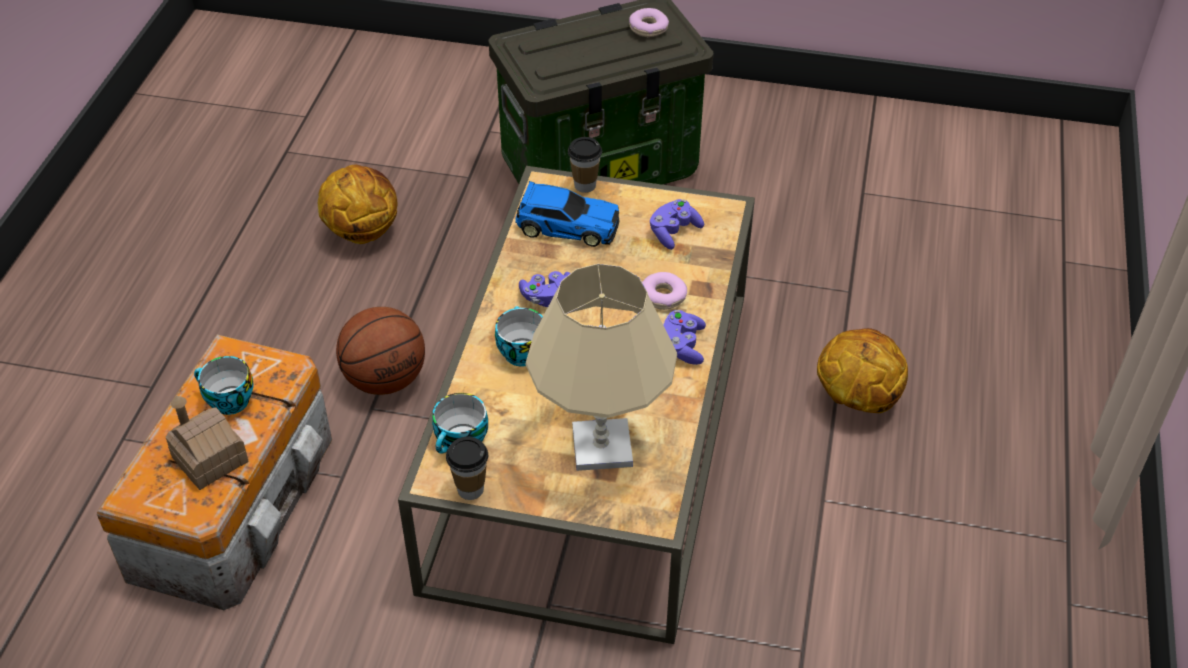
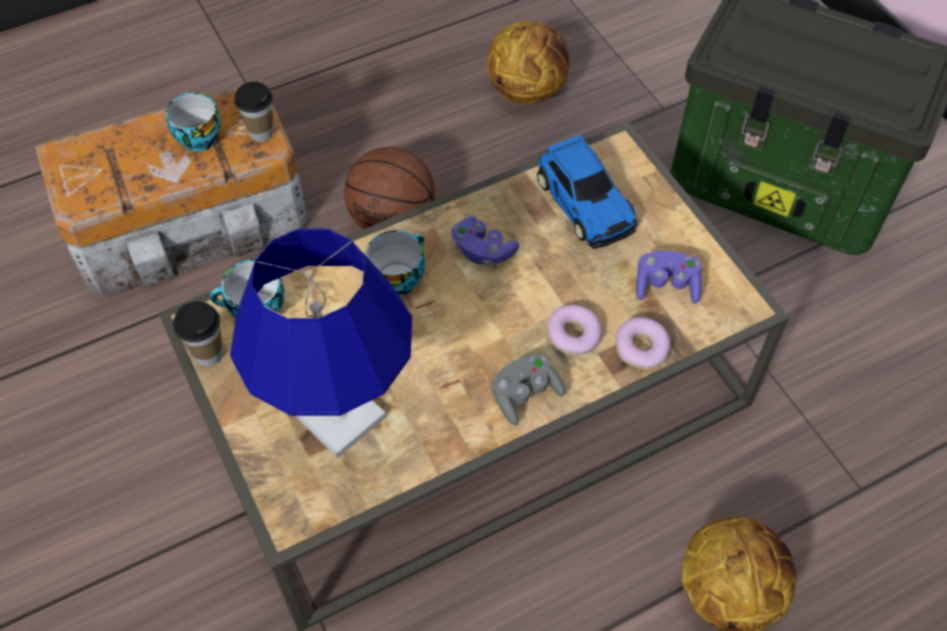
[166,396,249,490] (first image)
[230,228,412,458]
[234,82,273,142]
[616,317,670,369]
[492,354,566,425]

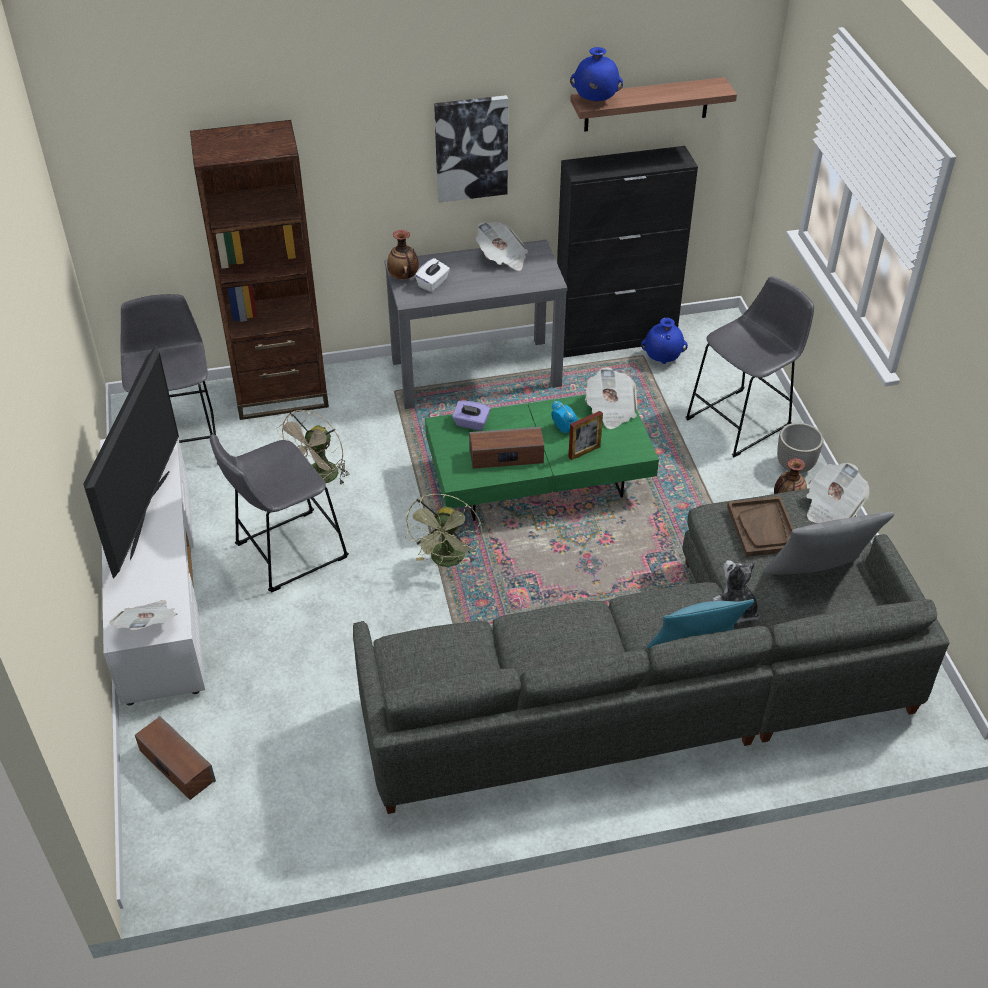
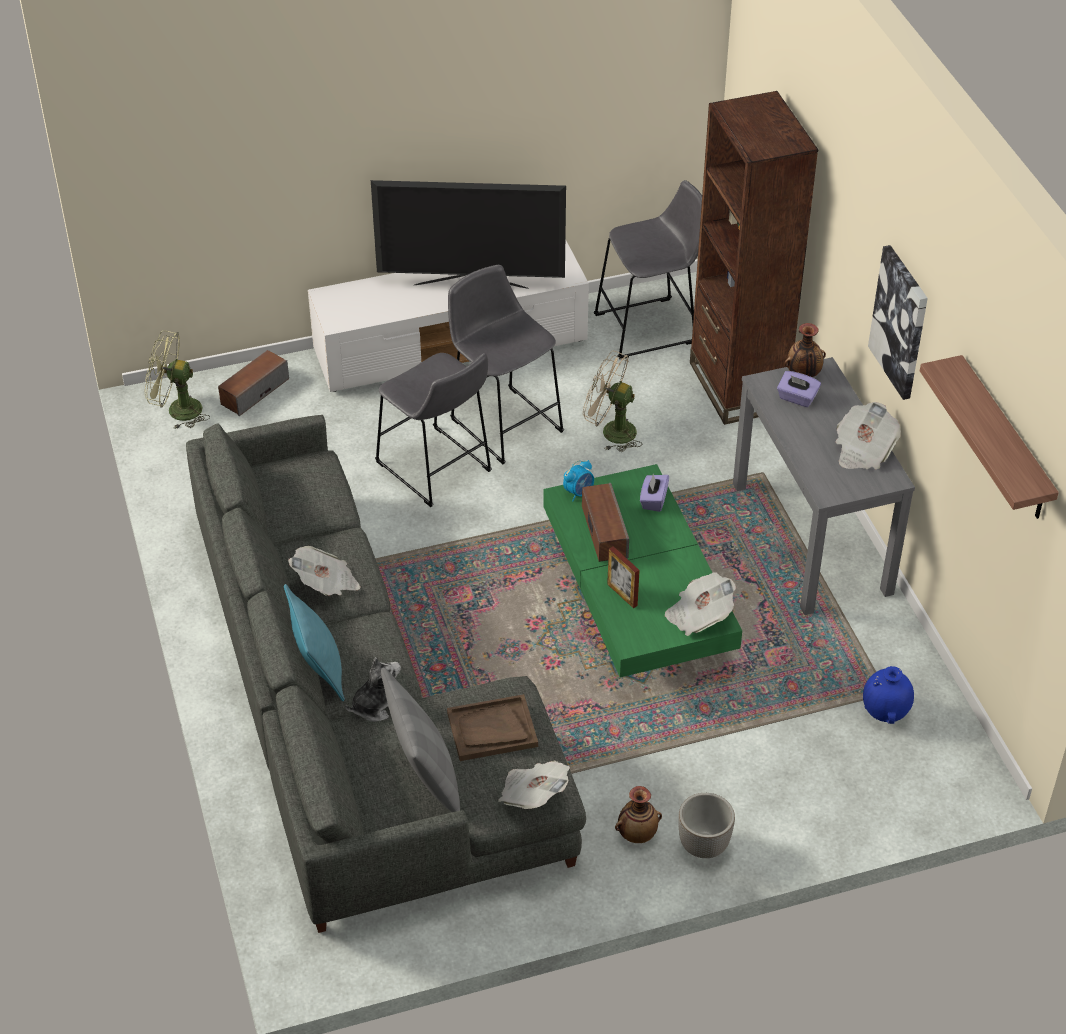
[288,546,361,596]
[145,330,210,429]
[777,371,821,407]
[563,460,594,501]
[557,146,698,358] (first image)
[570,47,623,101] (first image)
[375,353,492,507]

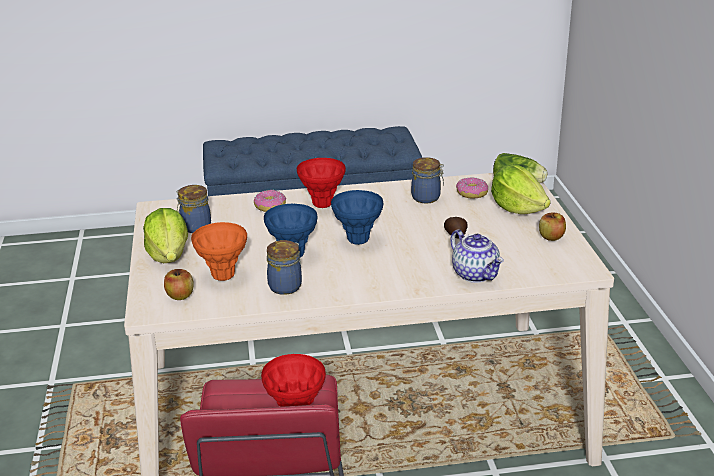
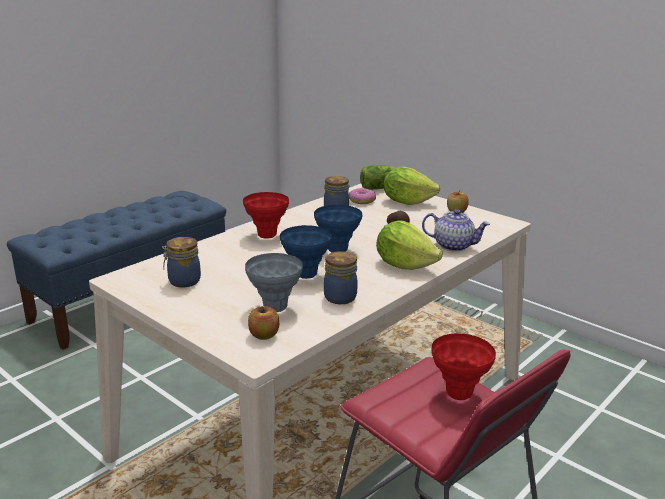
[376,221,443,270]
[245,253,303,312]
[254,190,286,212] (first image)

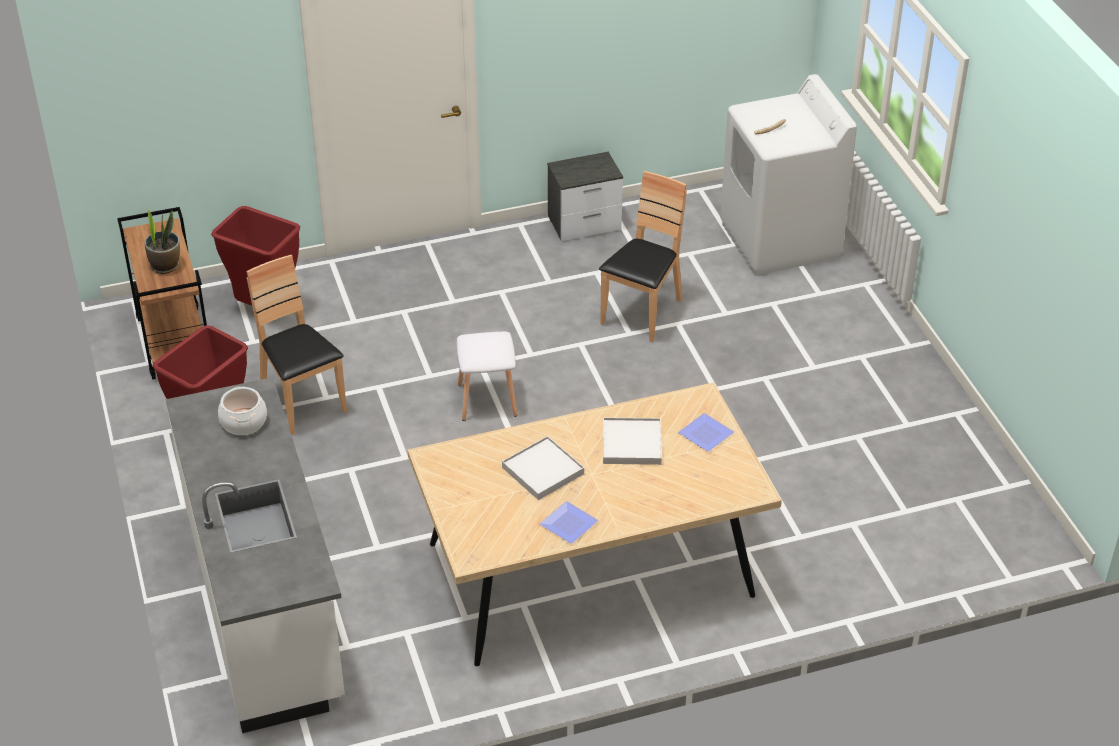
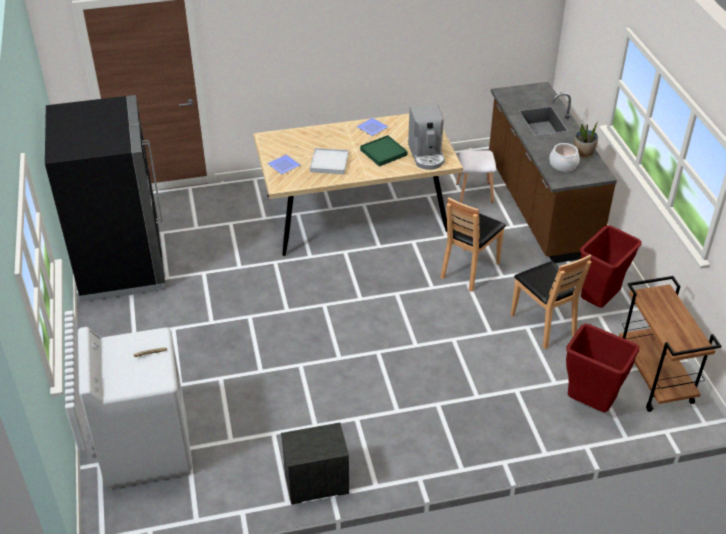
[574,121,599,158]
[489,82,617,263]
[456,150,496,203]
[360,135,407,167]
[440,197,506,292]
[45,95,165,302]
[408,105,445,170]

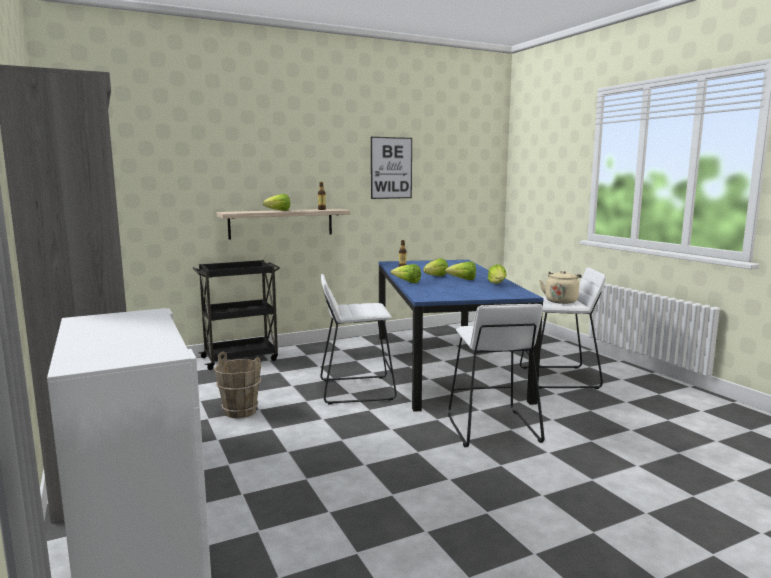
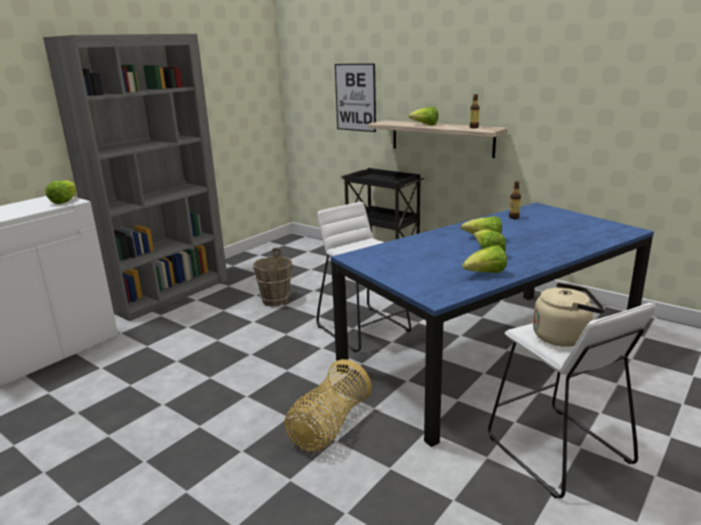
[335,64,376,132]
[46,180,76,204]
[284,359,372,452]

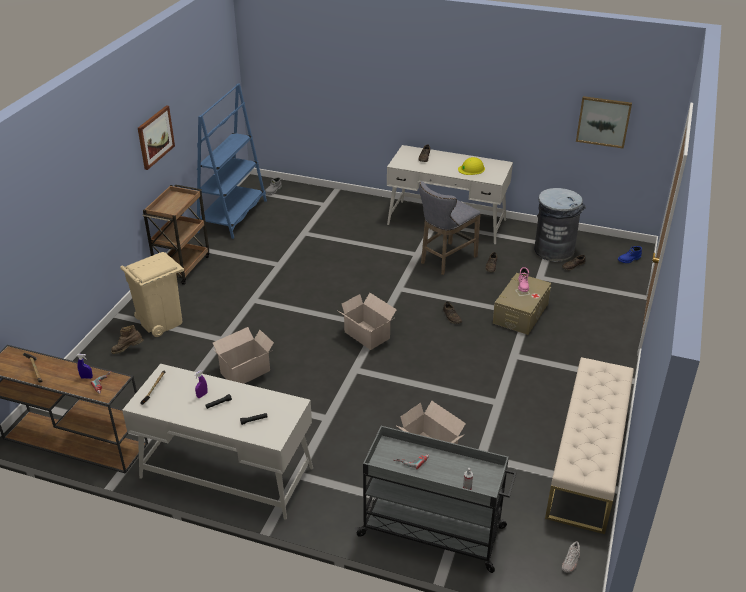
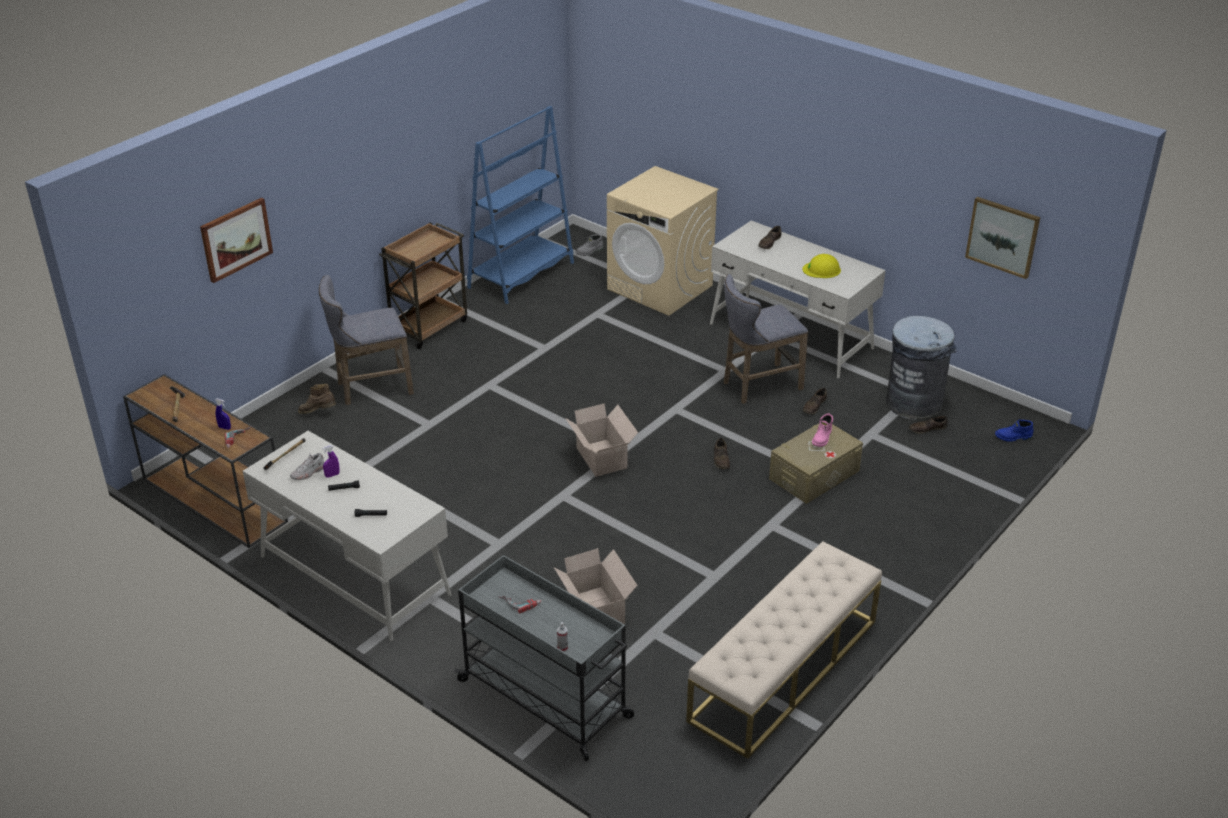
[319,275,414,405]
[200,198,273,283]
[213,327,274,384] (first image)
[290,453,324,480]
[607,166,719,316]

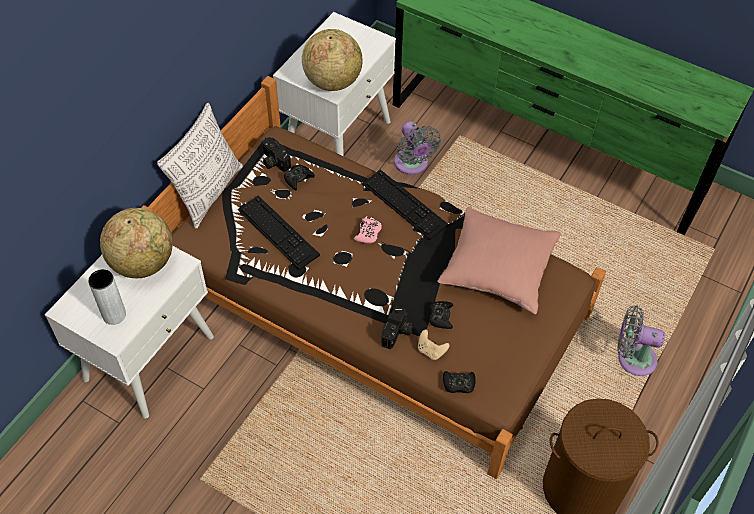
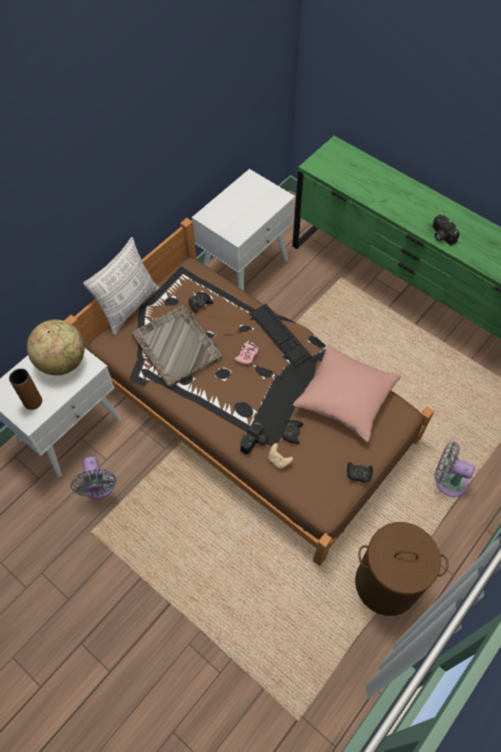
[9,368,42,410]
[131,305,222,388]
[432,215,460,245]
[302,29,363,91] (first image)
[70,456,117,499]
[347,462,373,483]

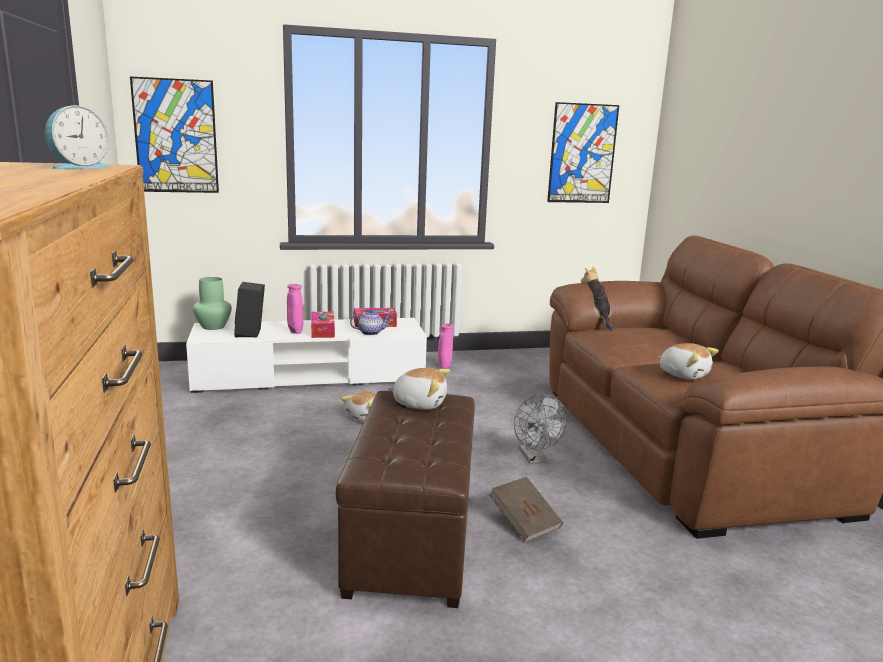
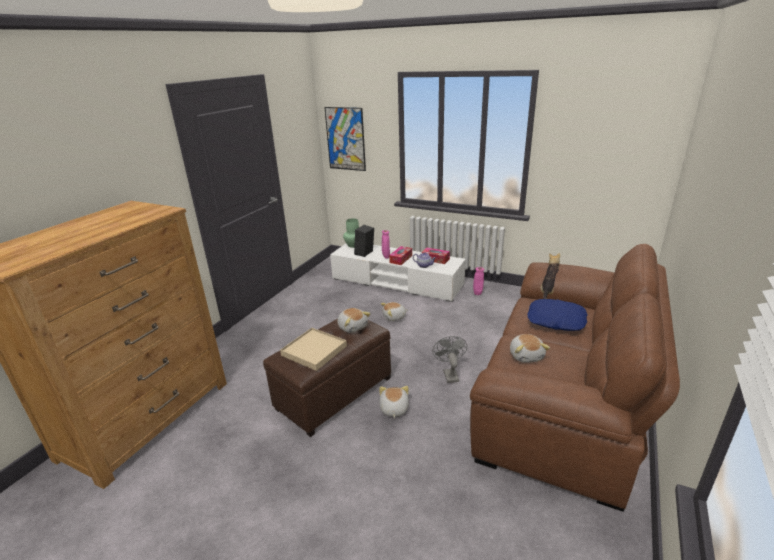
[45,105,109,169] (first image)
[379,386,409,418]
[433,336,467,383]
[547,102,619,203] (first image)
[280,328,347,371]
[527,299,587,331]

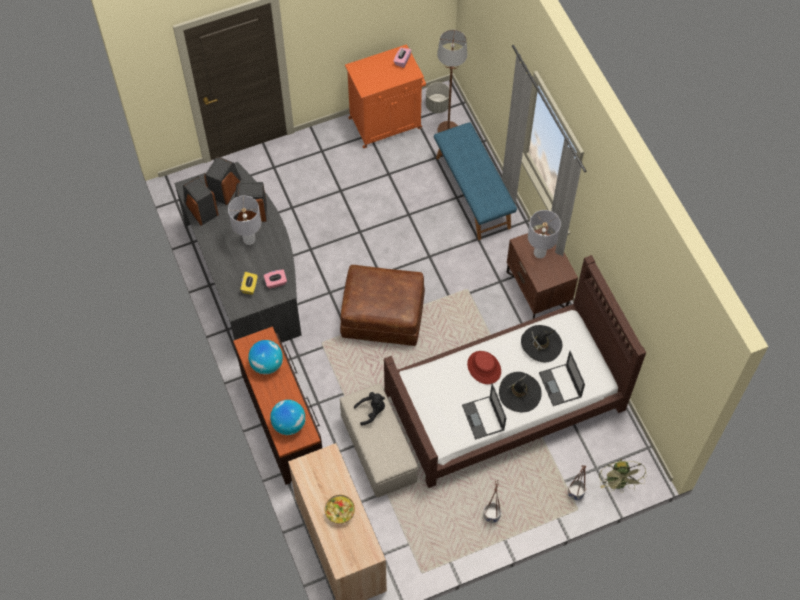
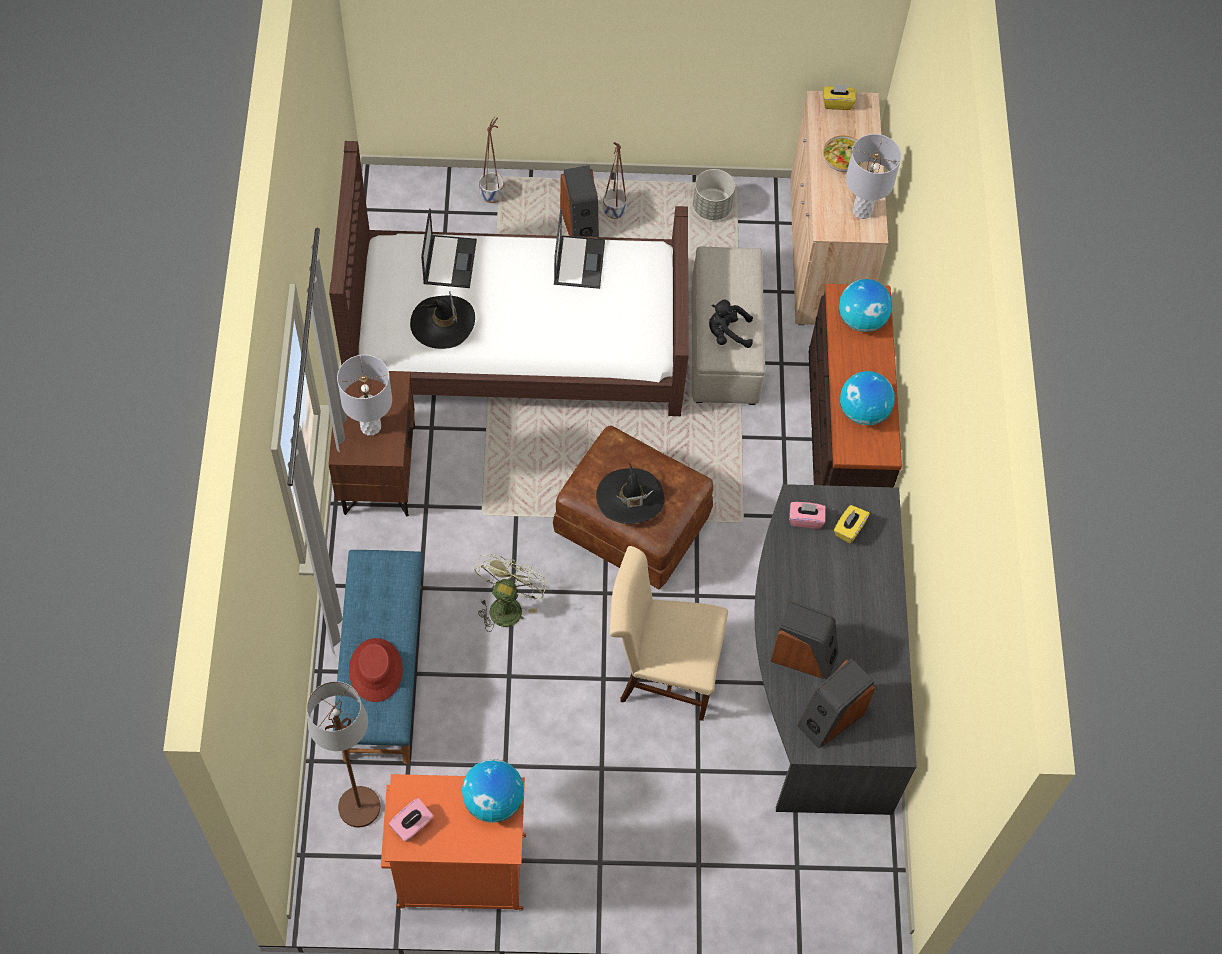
[560,165,599,237]
[846,134,901,219]
[693,169,735,220]
[349,638,403,702]
[596,463,664,524]
[474,554,547,632]
[462,759,524,823]
[609,546,728,721]
[823,84,856,110]

